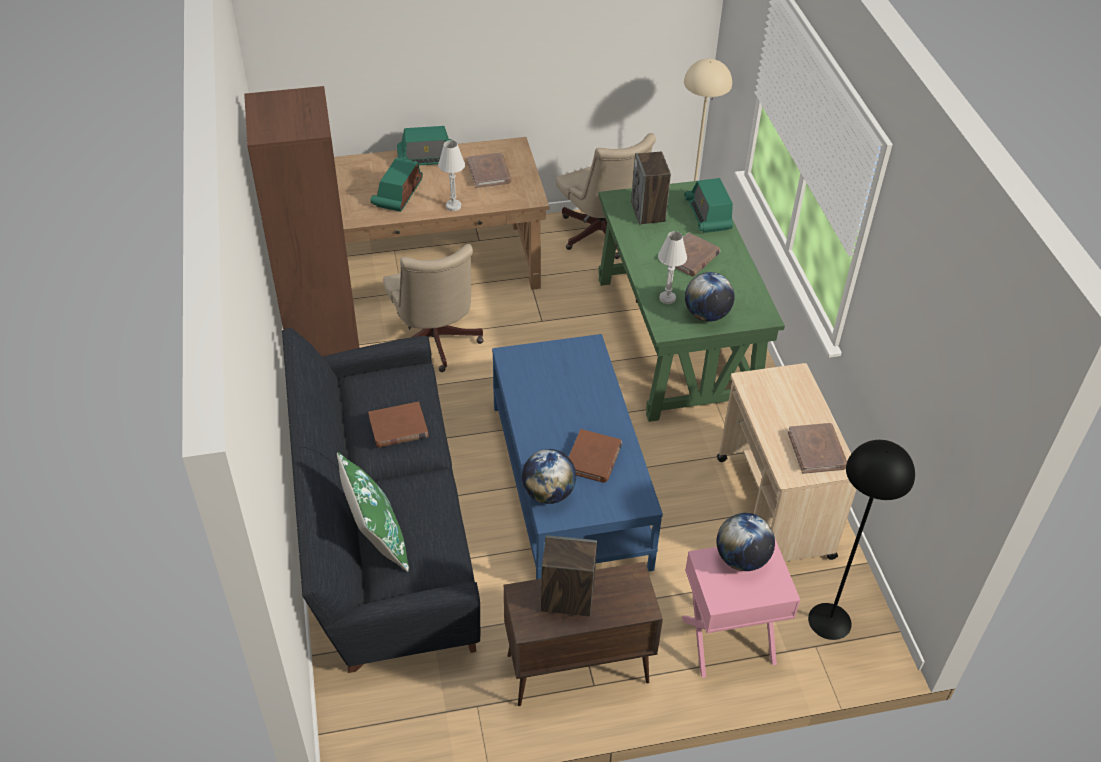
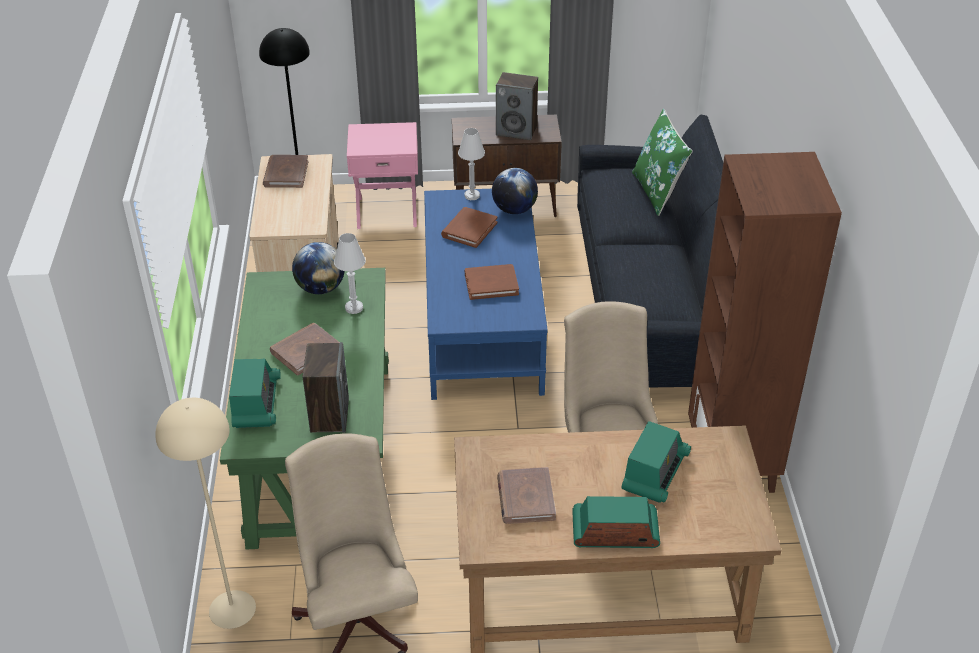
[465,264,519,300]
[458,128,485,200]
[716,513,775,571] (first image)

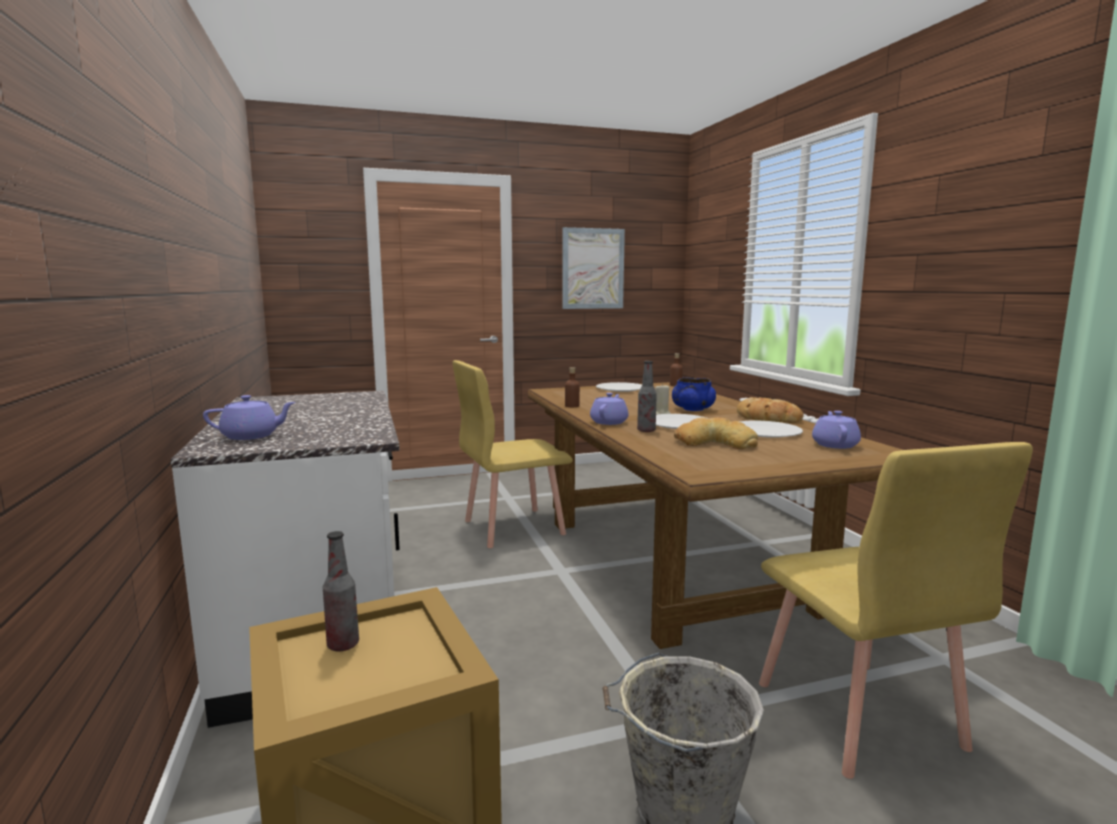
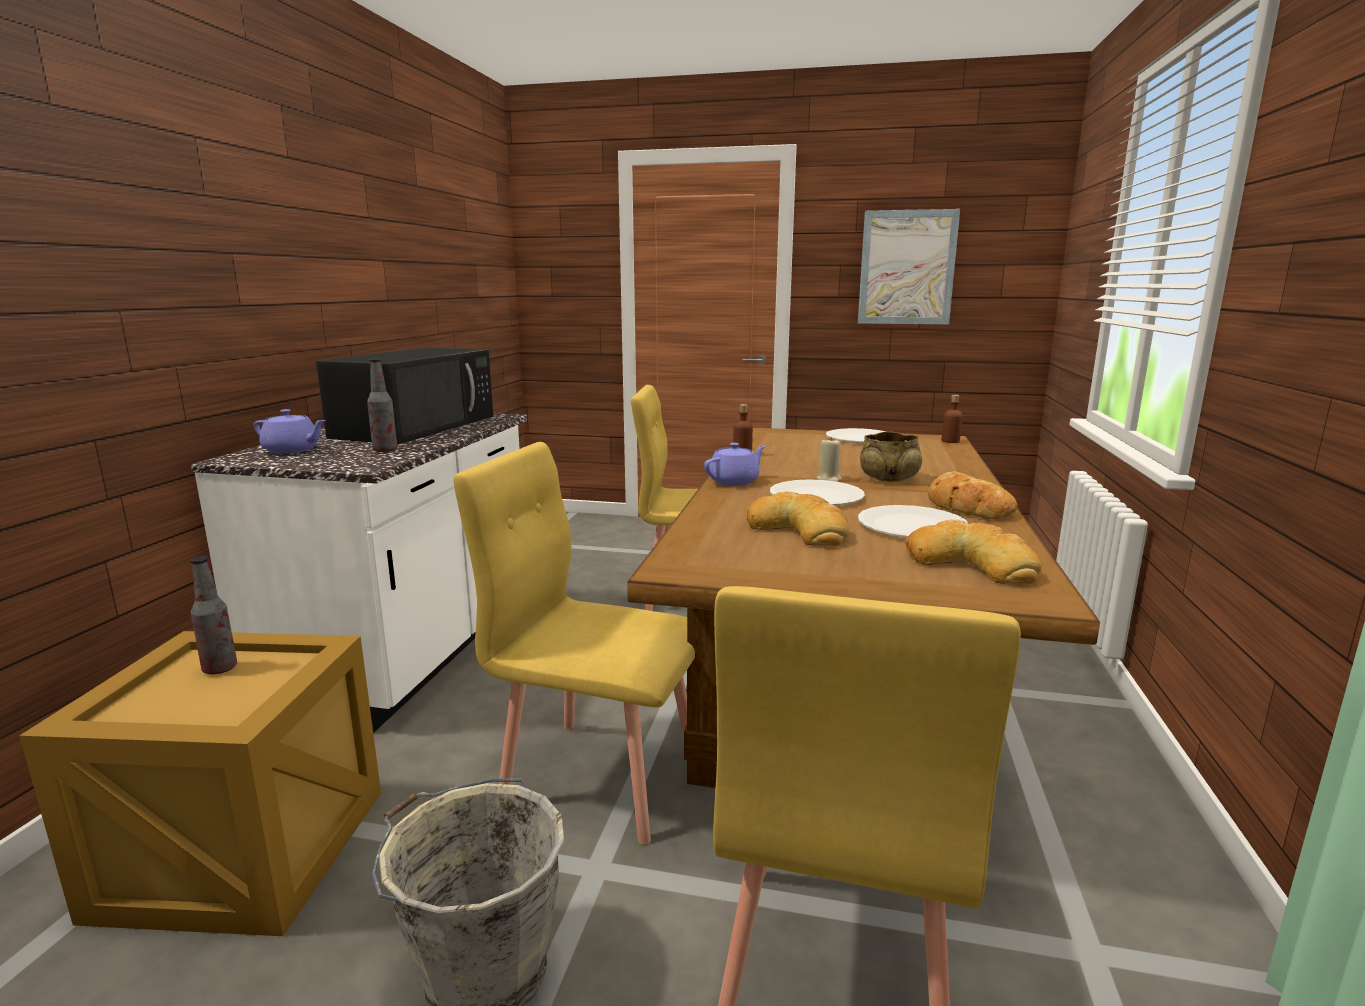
[367,358,398,452]
[860,432,922,482]
[905,519,1041,584]
[316,347,493,444]
[454,442,695,845]

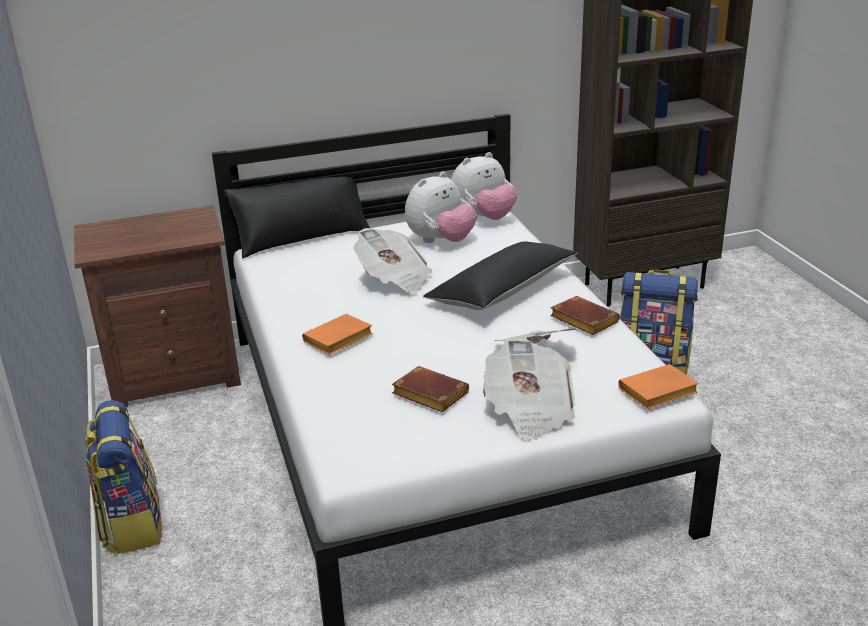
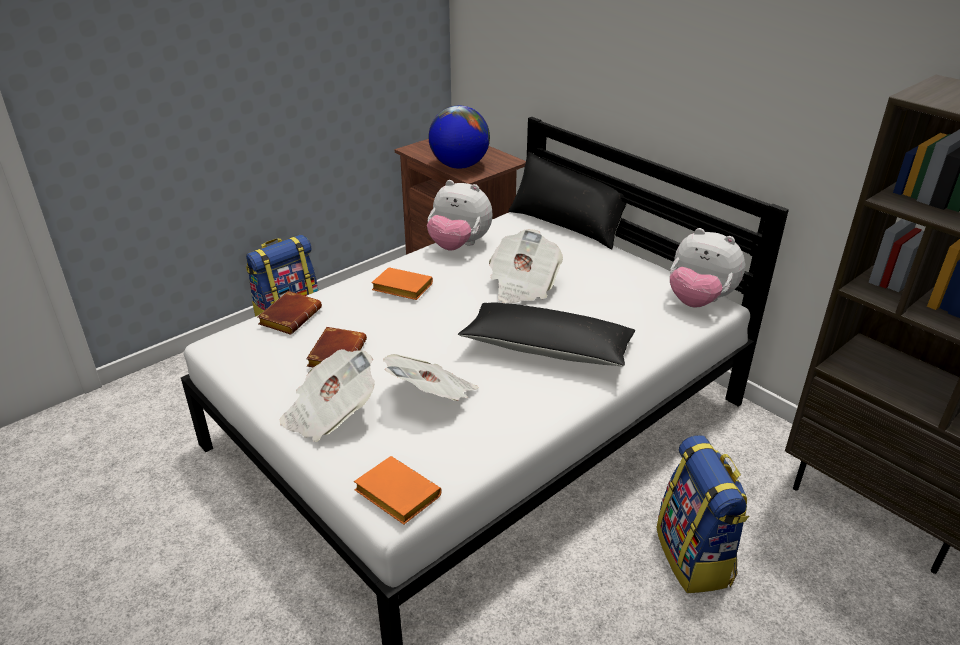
[427,180,492,251]
[257,291,322,335]
[429,105,490,169]

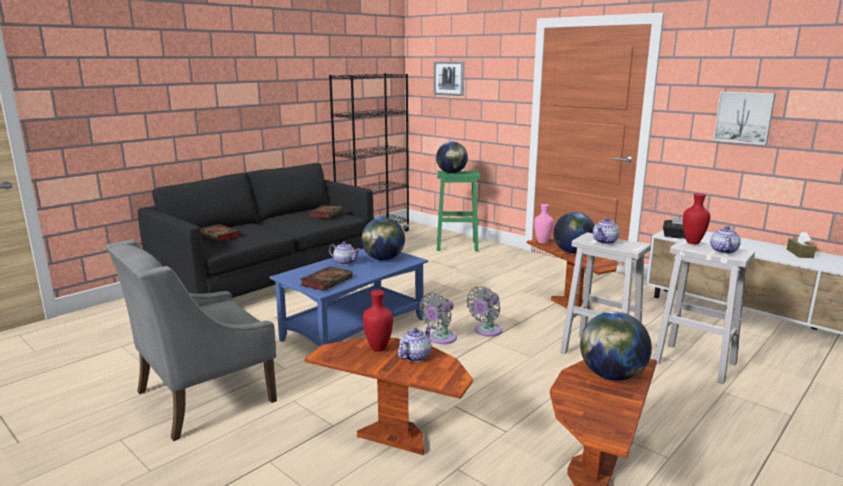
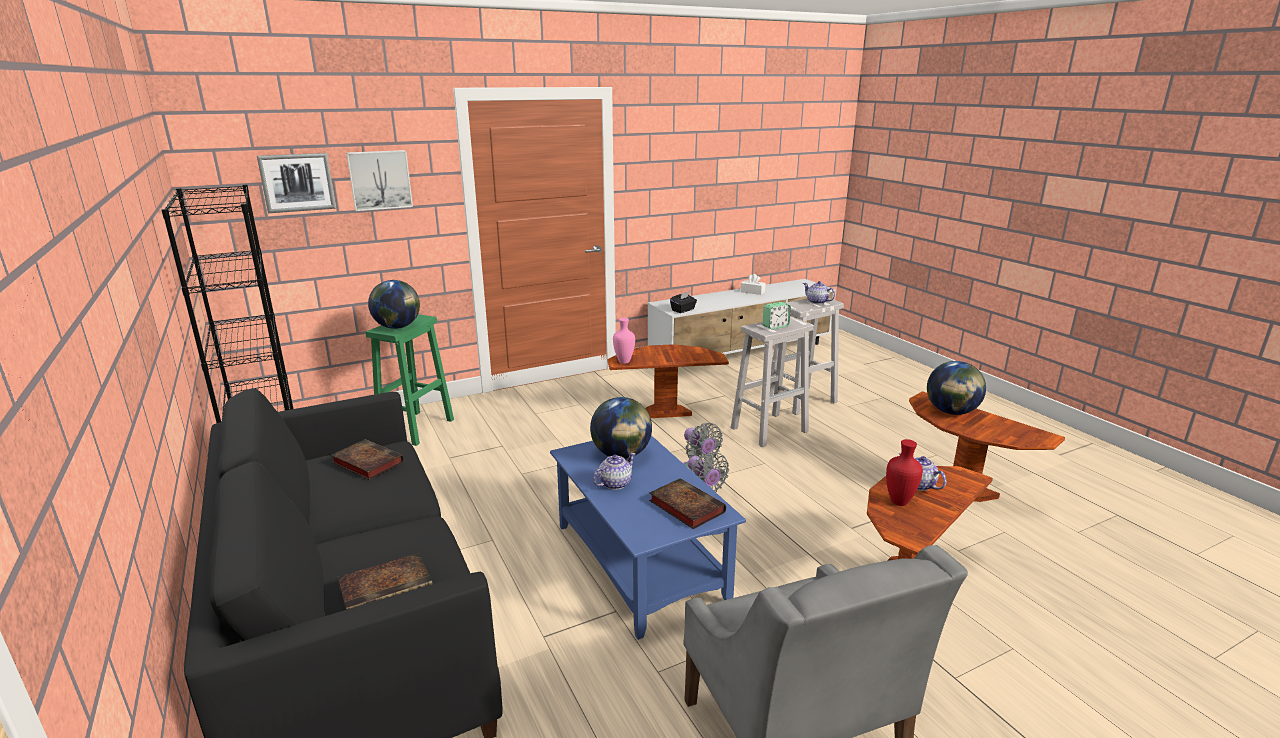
[554,212,595,254] (first image)
[763,302,791,329]
[683,193,710,244] (first image)
[346,150,413,211]
[741,274,766,295]

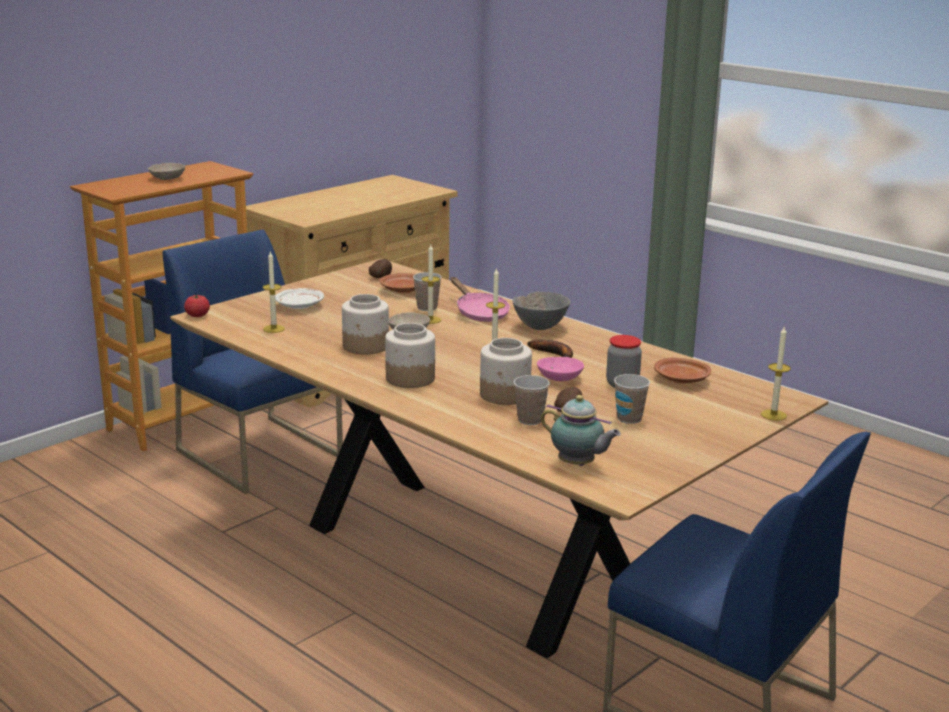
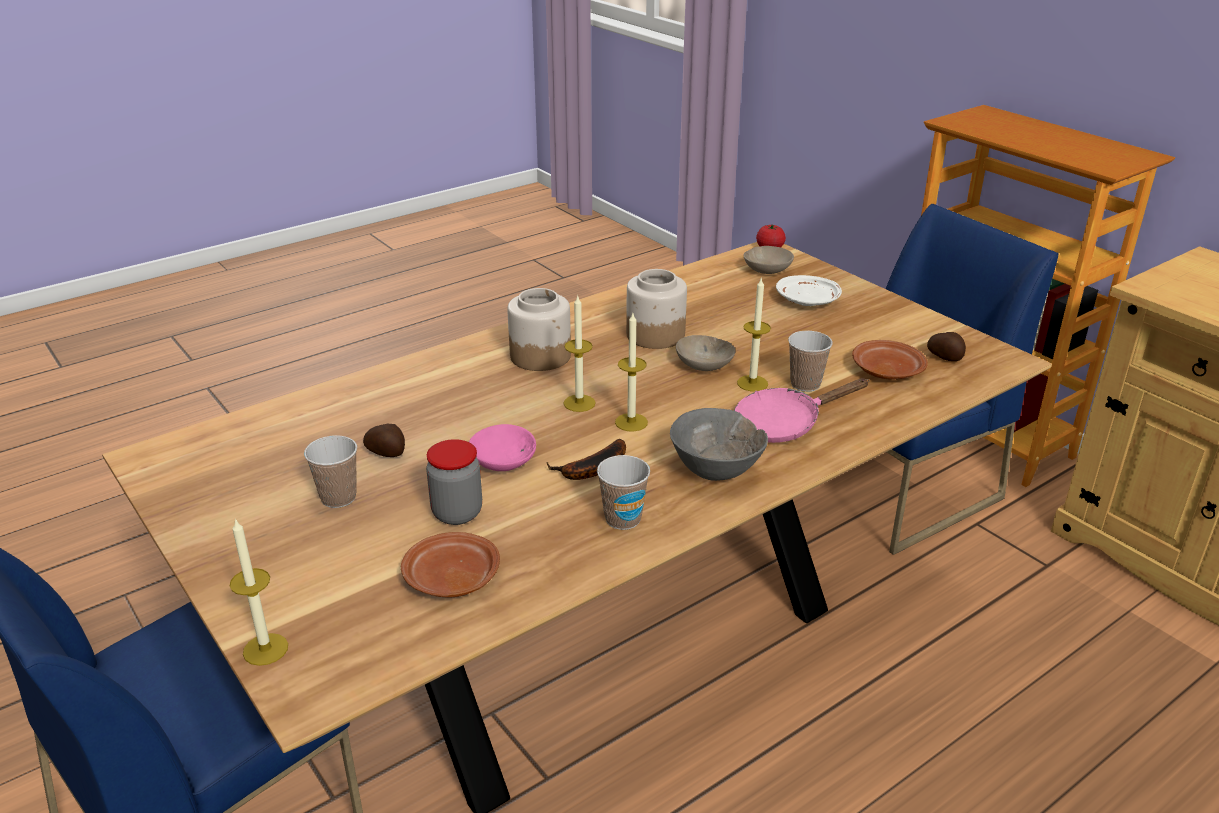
[743,246,794,274]
[563,295,596,412]
[480,338,532,405] (first image)
[597,455,650,530]
[541,395,621,466] (first image)

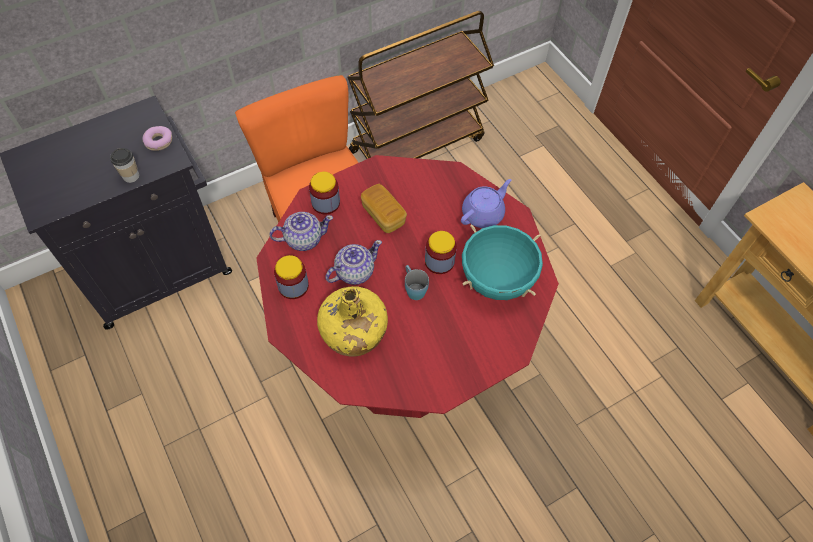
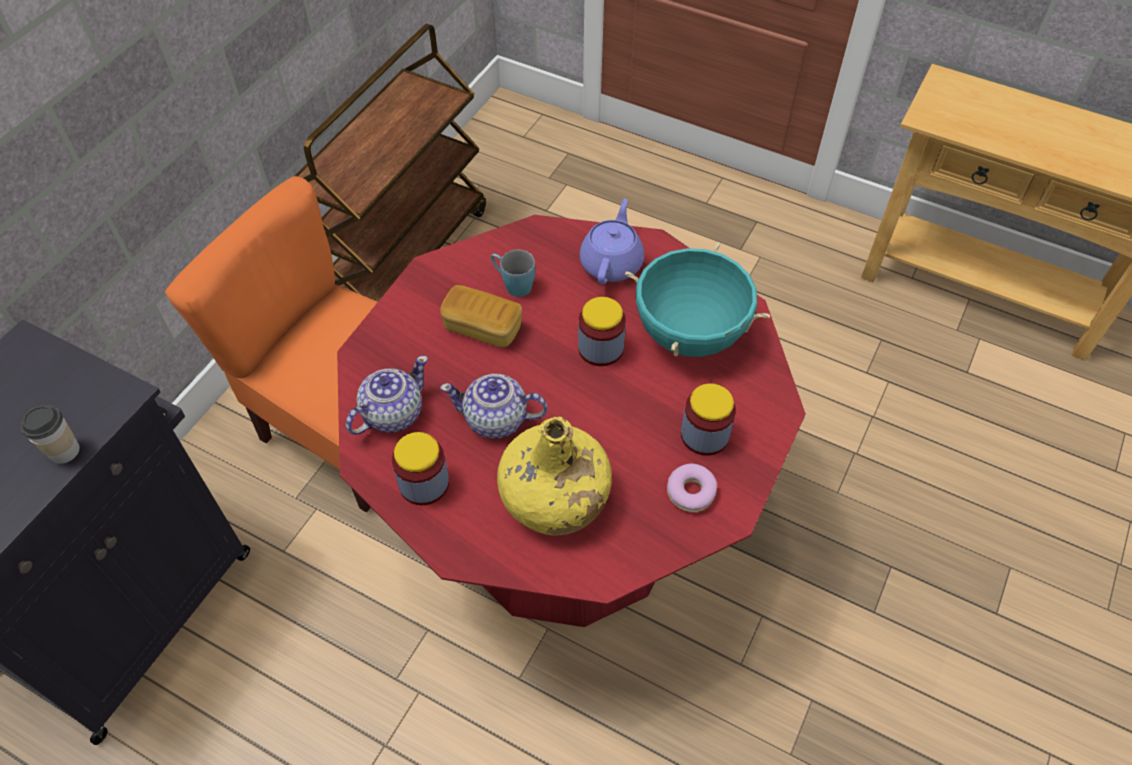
[667,464,717,512]
[681,383,736,456]
[440,374,547,438]
[490,250,535,297]

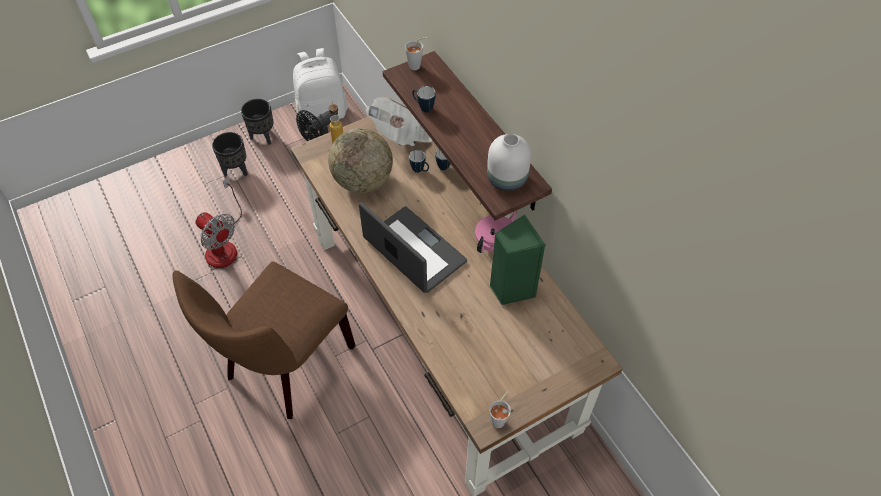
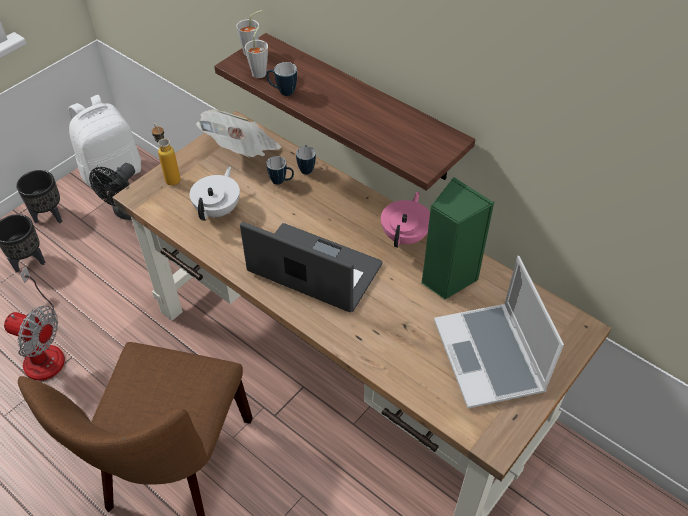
[190,167,240,220]
[487,134,531,192] (first image)
[245,27,268,78]
[434,256,564,409]

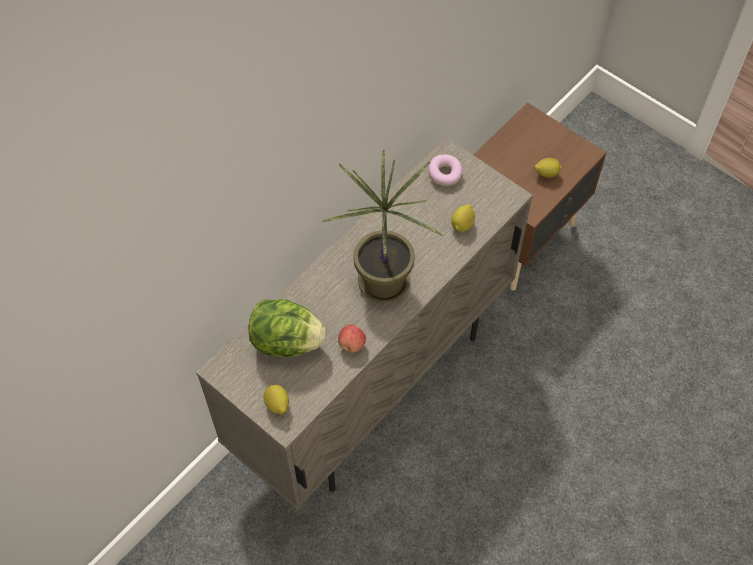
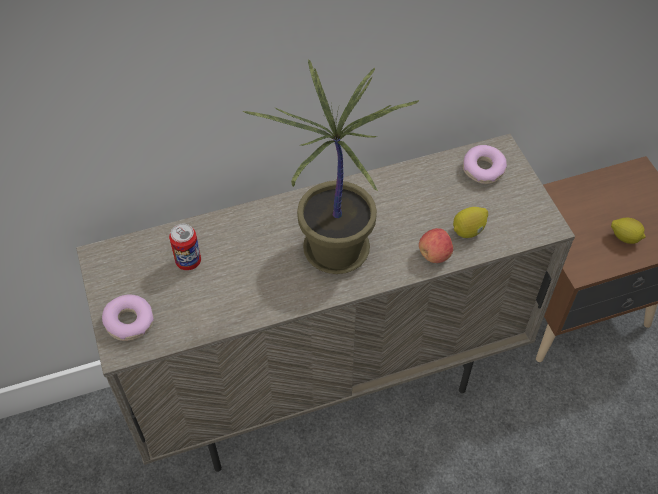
[169,224,201,270]
[102,295,154,341]
[419,228,453,263]

